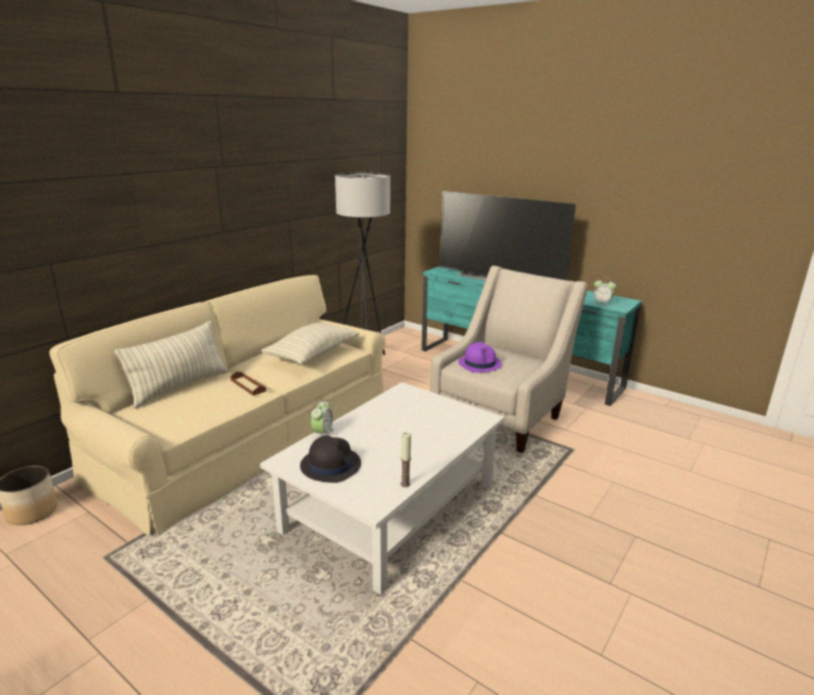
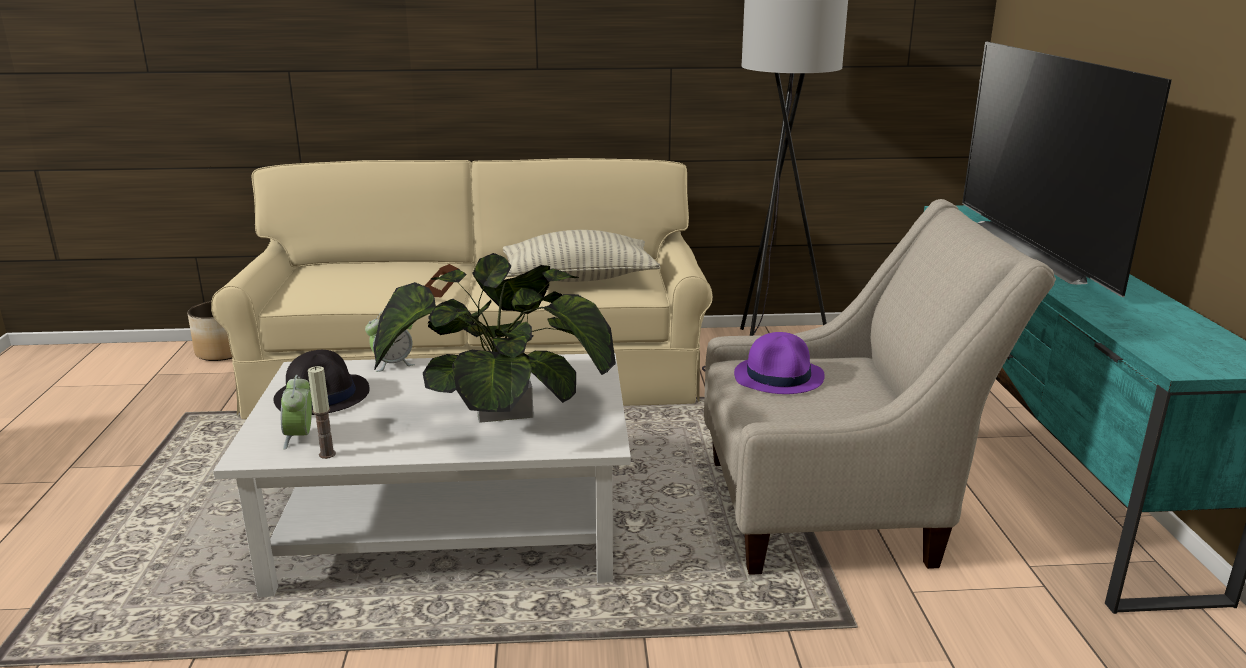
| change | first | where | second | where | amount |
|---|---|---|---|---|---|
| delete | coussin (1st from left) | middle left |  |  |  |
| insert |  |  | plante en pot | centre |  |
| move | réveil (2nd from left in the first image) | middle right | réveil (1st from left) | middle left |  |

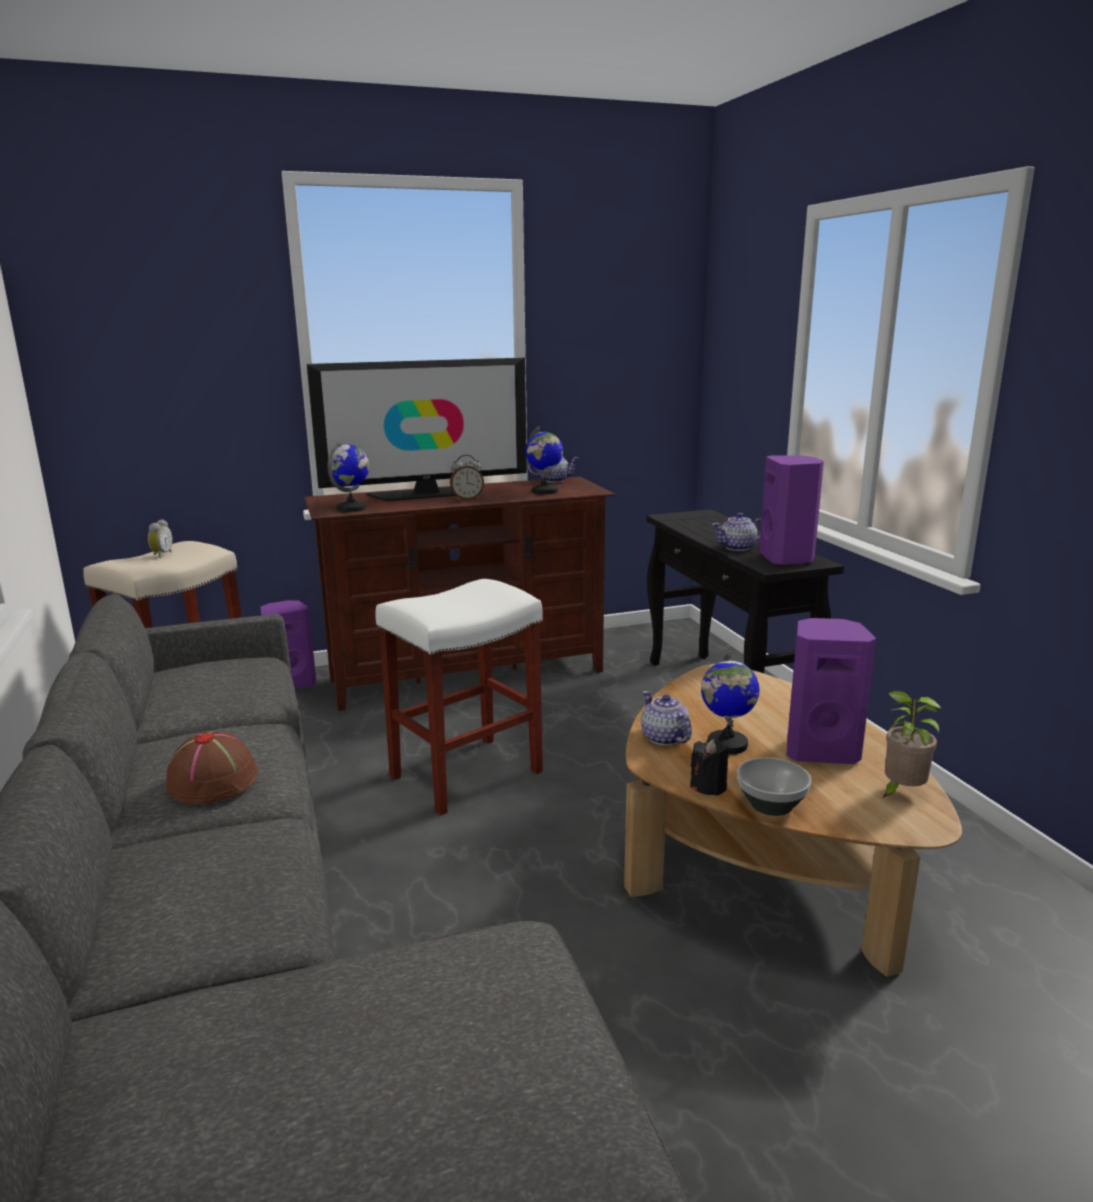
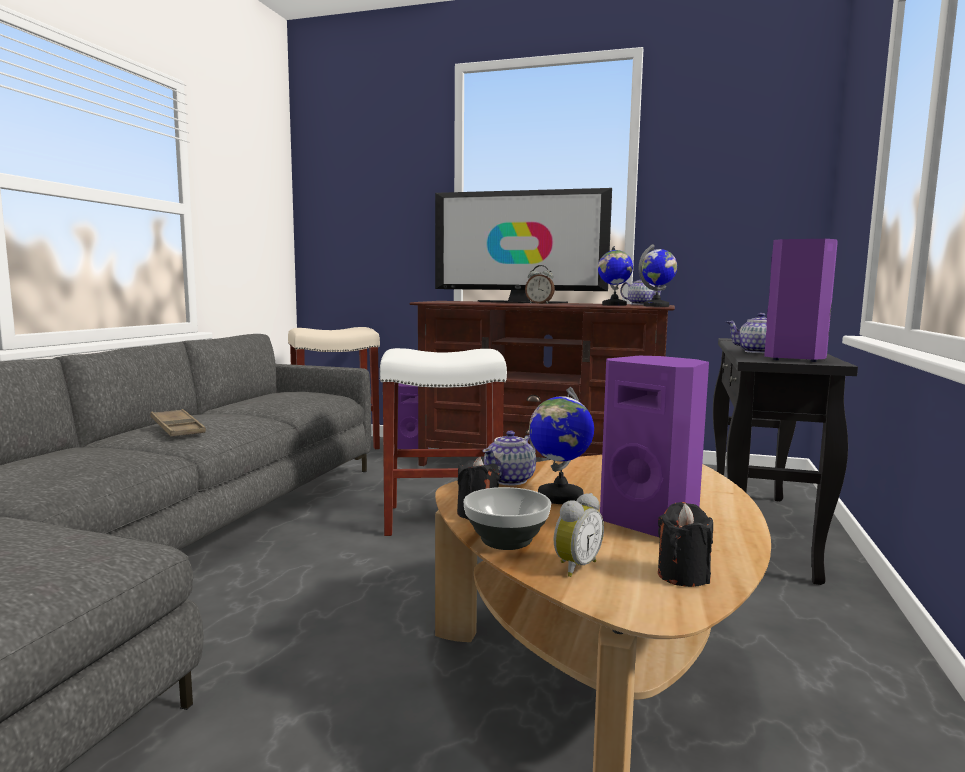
| change | first | where | second | where | amount |
|---|---|---|---|---|---|
| move | réveil (1st from left in the first image) | middle left | réveil (2nd from left) | bottom centre |  |
| move | globe (1st from left in the first image) | middle left | globe (3rd from left) | middle right |  |
| replace | chapeau/marron | middle left | plateau/marron | middle left |  |
| replace | plante en pot | middle right | bougie/noir (2nd from left) | bottom right |  |
| rotate | théière (2nd from left in the first image) | centre | théière (1st from left) | centre | 150 degrees counterclockwise |

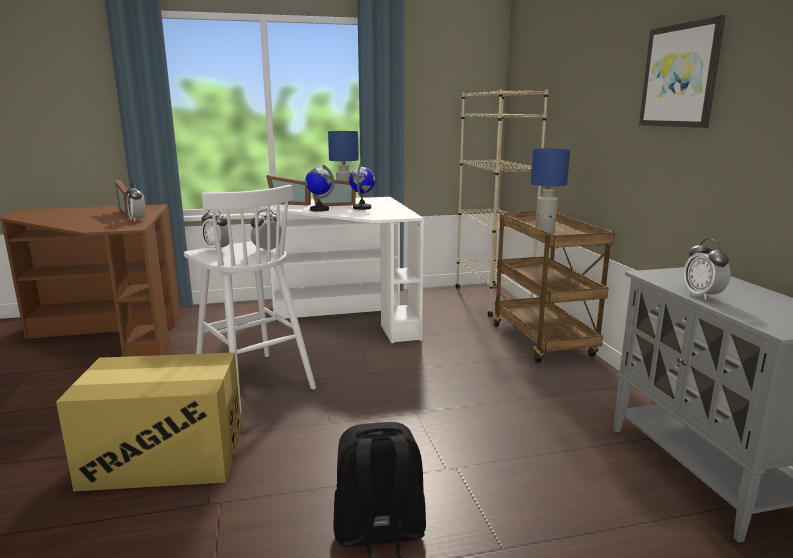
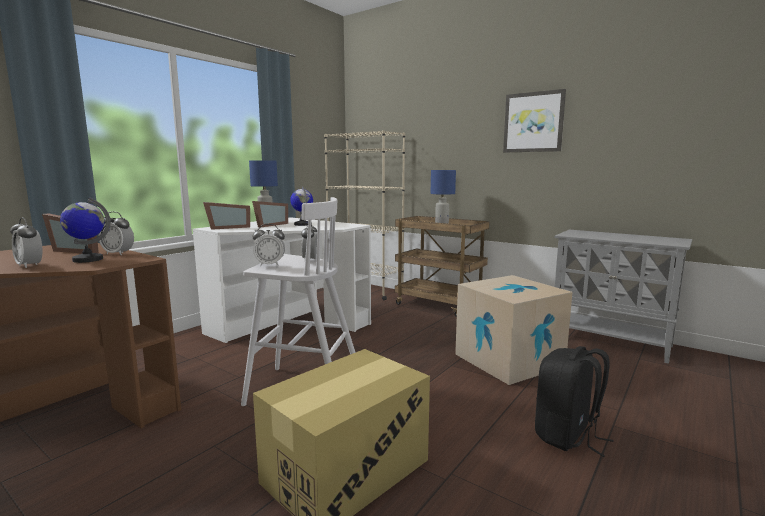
| change | first | where | second | where | amount |
|---|---|---|---|---|---|
| insert |  |  | carton (2nd from left) | middle right |  |
| move | globe (1st from left) | centre |  | middle left |  |
| move | réveil (4th from left in the first image) | middle right | réveil (1st from left) | middle left |  |

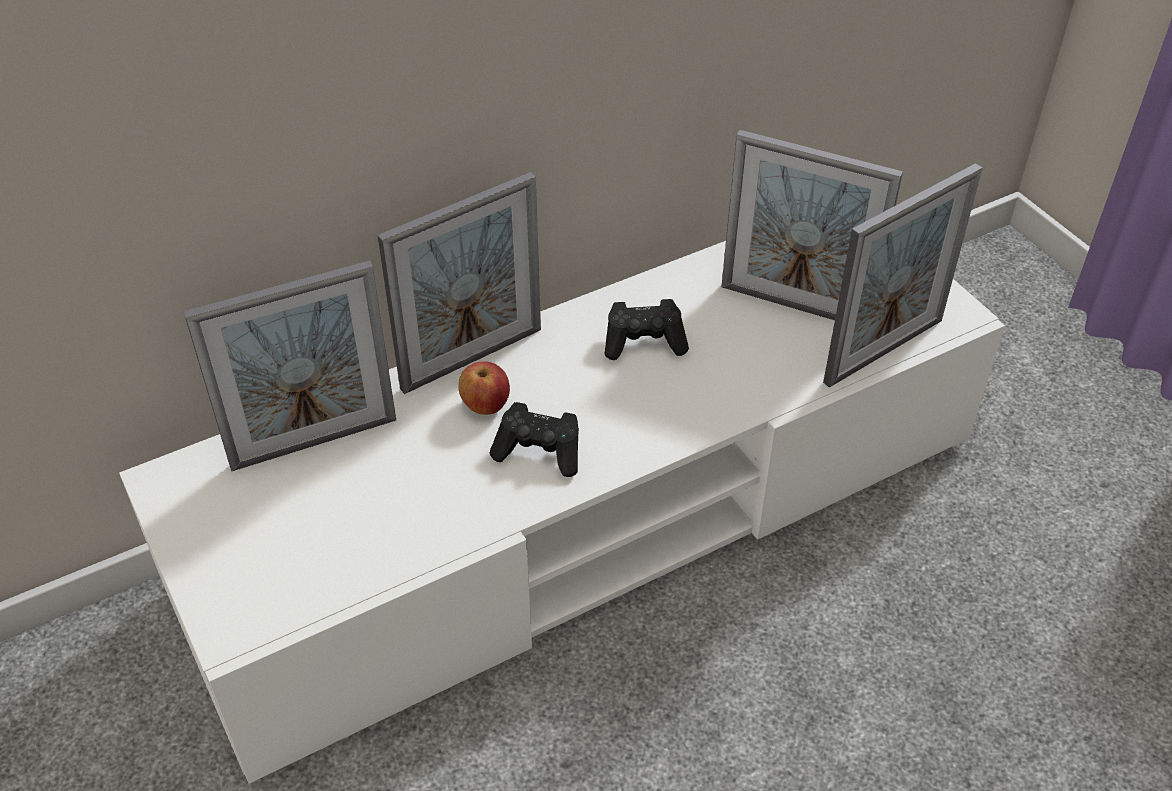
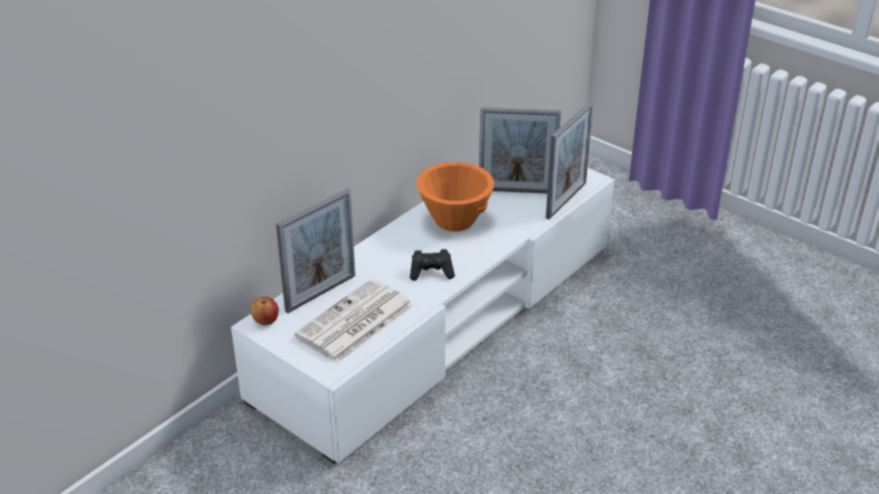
| change | first | where | second | where | amount |
|---|---|---|---|---|---|
| delete | cadre photo (2nd from left) | centre |  |  |  |
| insert |  |  | journal | centre |  |
| move | pomme | centre |  | middle left |  |
| replace | manette/noir (2nd from left) | centre | bol/orange | centre |  |

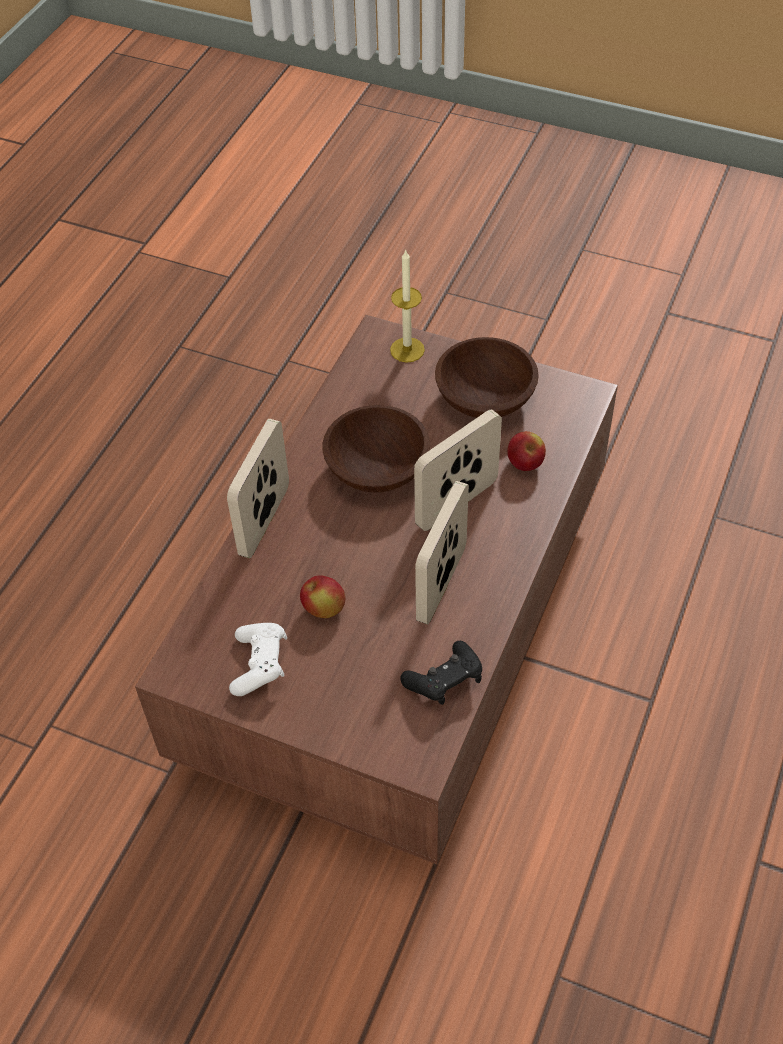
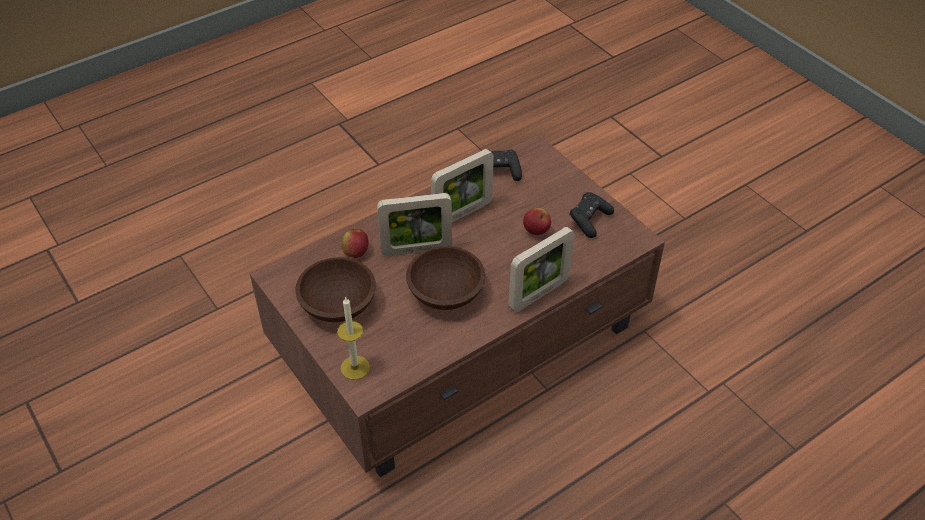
| change | first | where | second | where | amount |
|---|---|---|---|---|---|
| recolor | manette/blanc | middle left | manette/noir (2nd from left) | centre |  |

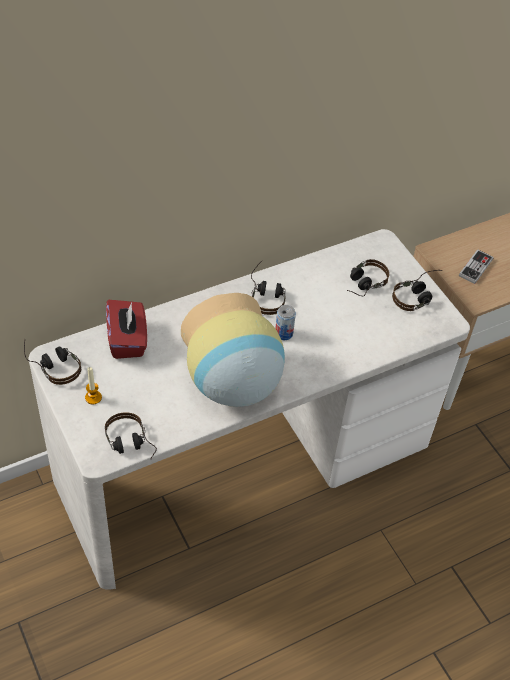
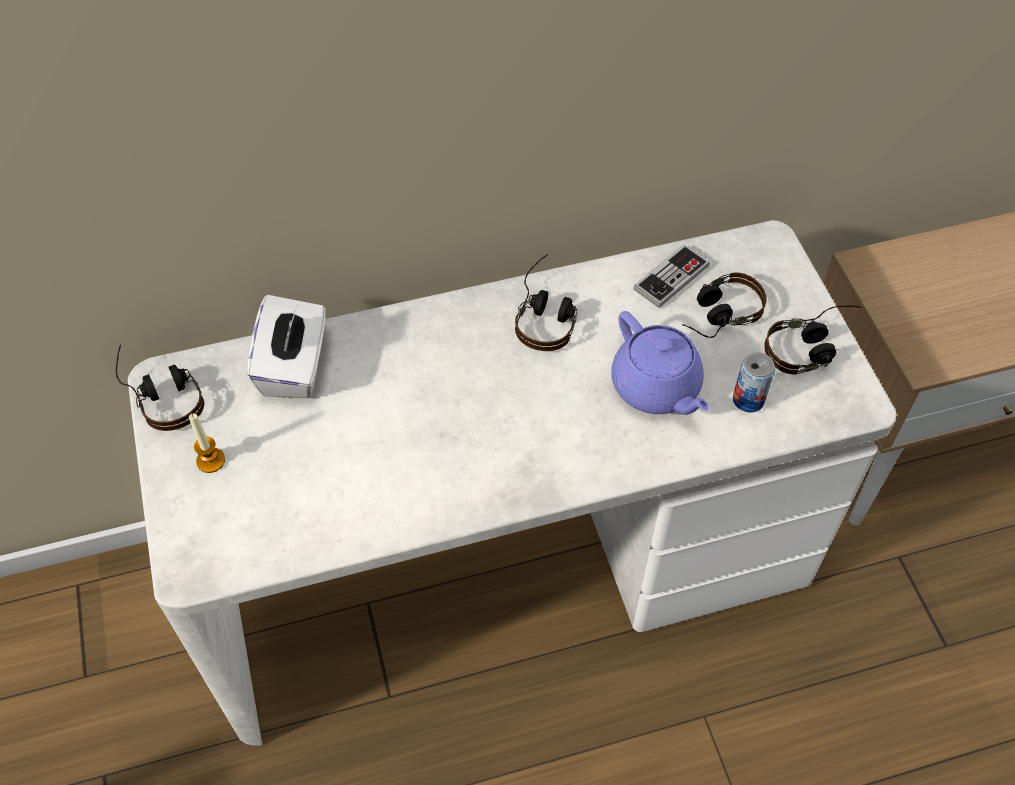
| change | first | where | second | where | amount |
|---|---|---|---|---|---|
| delete | casque audio (2nd from left) | middle left |  |  |  |
| delete | vase | centre |  |  |  |
| insert |  |  | théière/violet | centre |  |
| move | boîte métallique | centre |  | middle right |  |
| move | manette | middle right |  | centre |  |
| recolor | boîte à mouchoirs/rouge | middle left | boîte à mouchoirs/blanc | middle left |  |

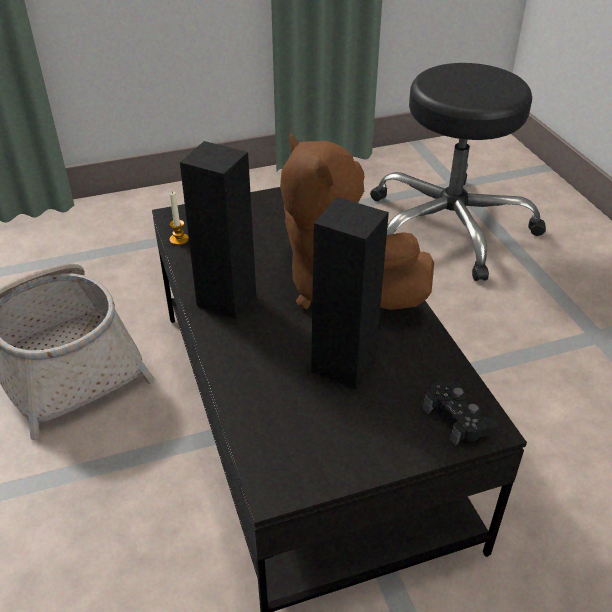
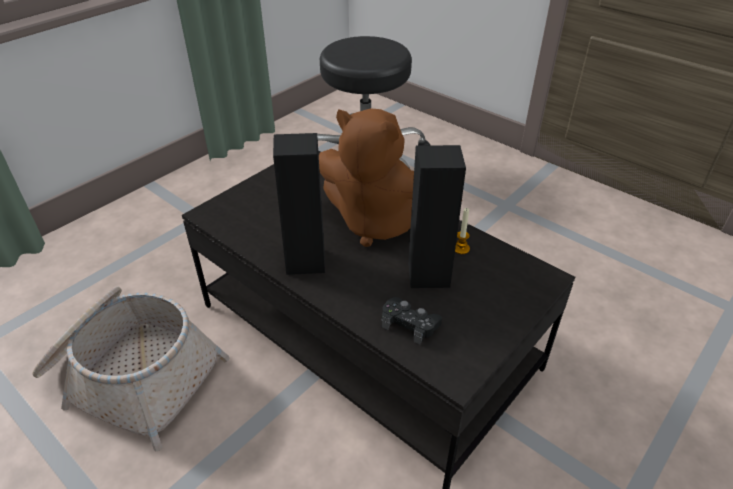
| change | first | where | second | where | amount |
|---|---|---|---|---|---|
| move | bougie | middle left |  | centre |  |
| move | manette/noir | bottom right |  | centre |  |

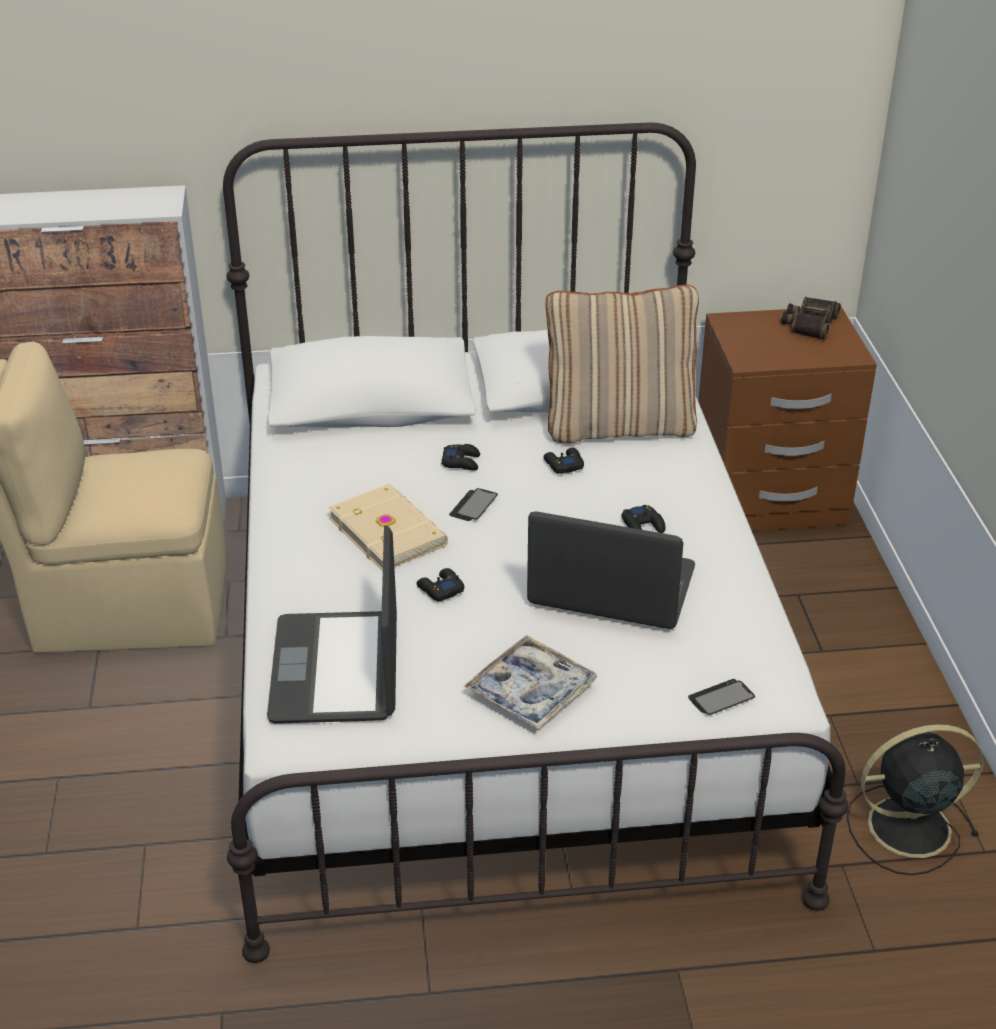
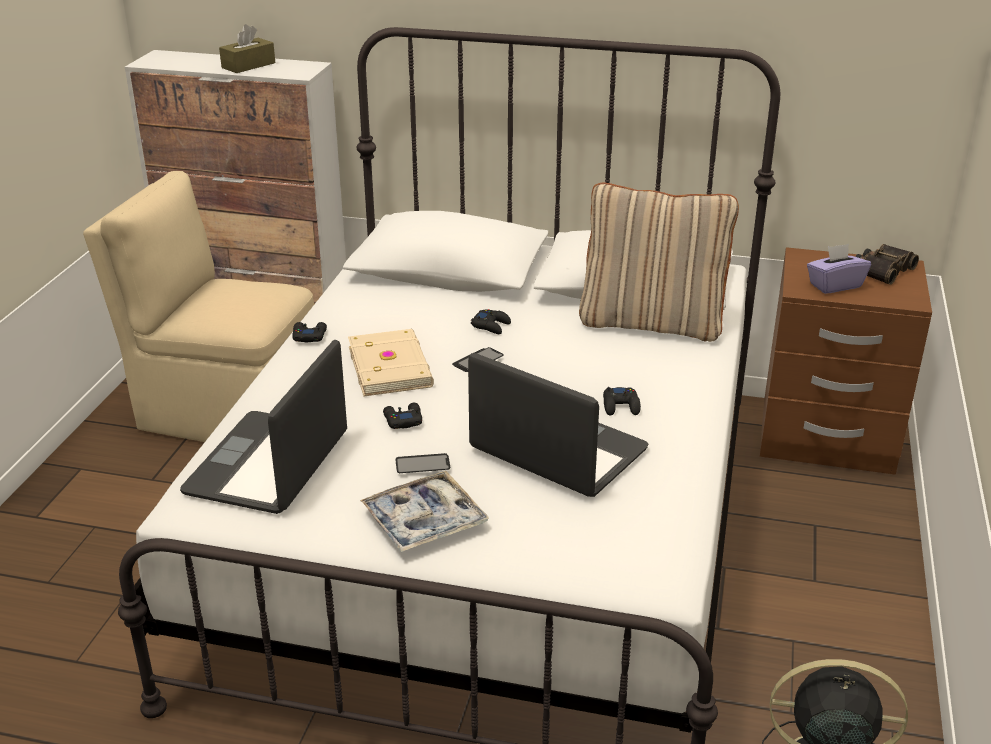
| change | first | where | second | where | amount |
|---|---|---|---|---|---|
| insert |  |  | boîte à mouchoirs/marron | top left |  |
| insert |  |  | boîte à mouchoirs/violet | middle right |  |
| move | manette/noir (3rd from left in the first image) | centre | manette/noir (1st from left) | middle left |  |
| move | téléphone (2nd from left in the first image) | bottom right | téléphone (1st from left) | centre |  |

